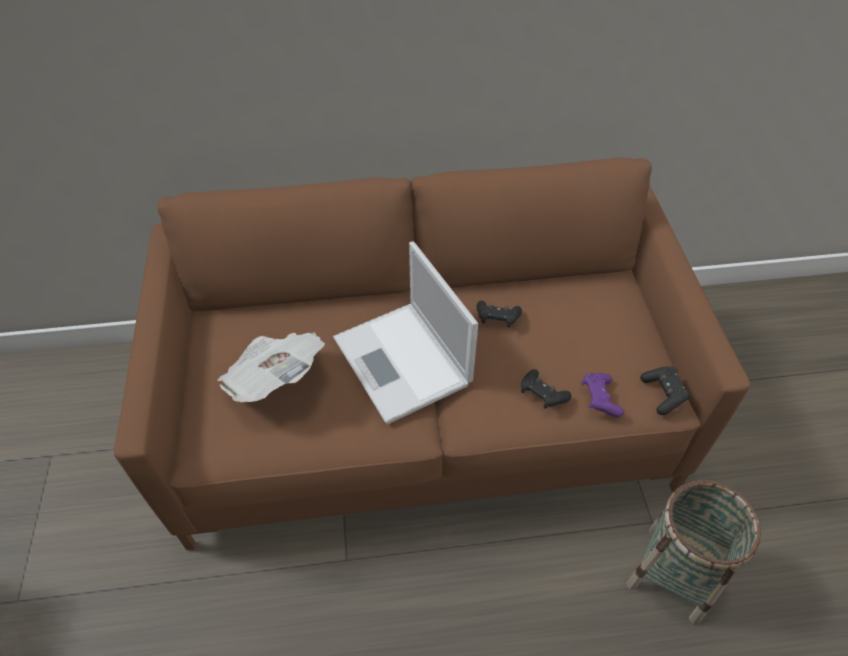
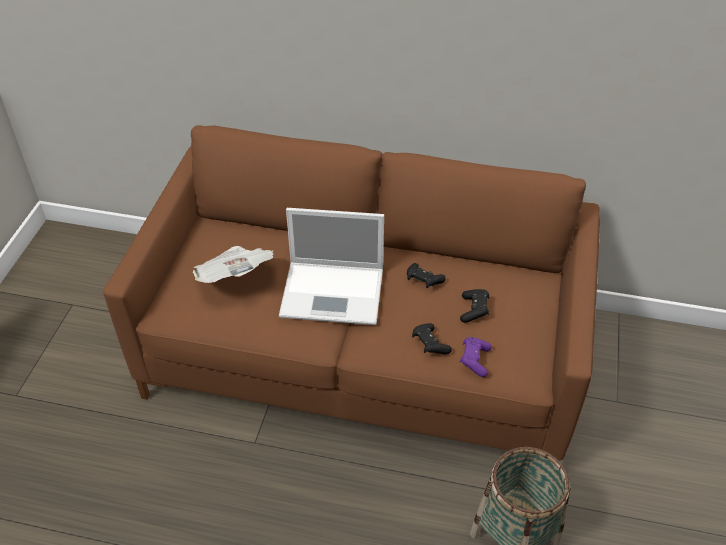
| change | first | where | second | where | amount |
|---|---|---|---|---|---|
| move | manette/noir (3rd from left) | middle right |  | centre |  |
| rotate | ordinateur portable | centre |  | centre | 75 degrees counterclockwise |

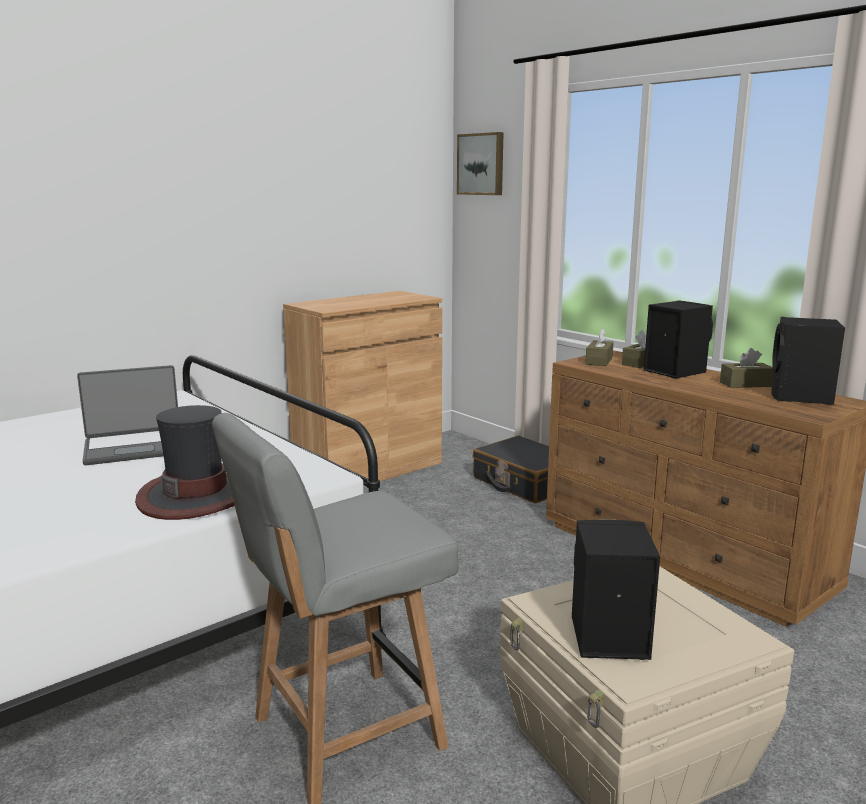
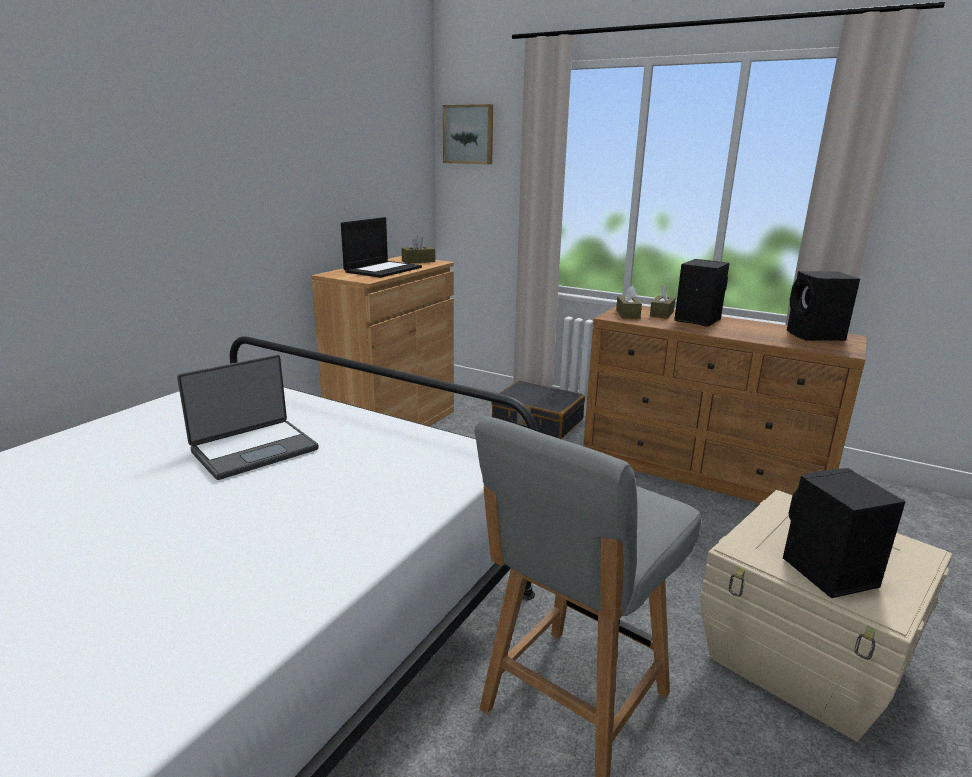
| change | first | where | second | where | amount |
|---|---|---|---|---|---|
| delete | chapeau | middle left |  |  |  |
| insert |  |  | ordinateur portable (2nd from left) | top centre |  |
| move | boîte à mouchoirs/marron (3rd from left in the first image) | middle right | boîte à mouchoirs/marron (1st from left) | top centre |  |

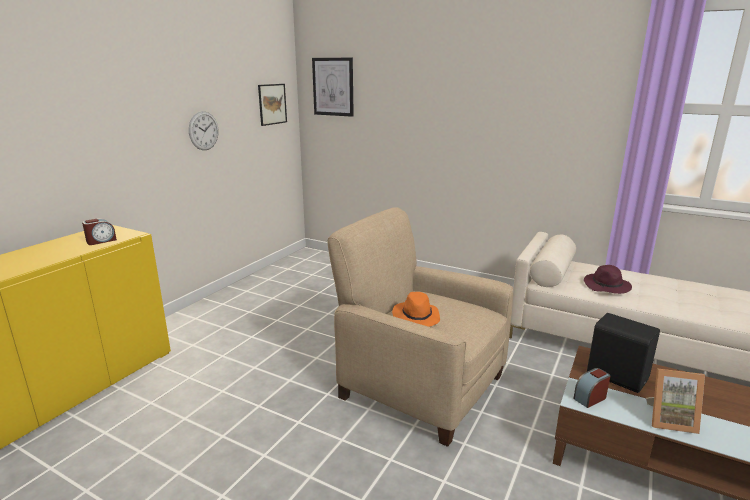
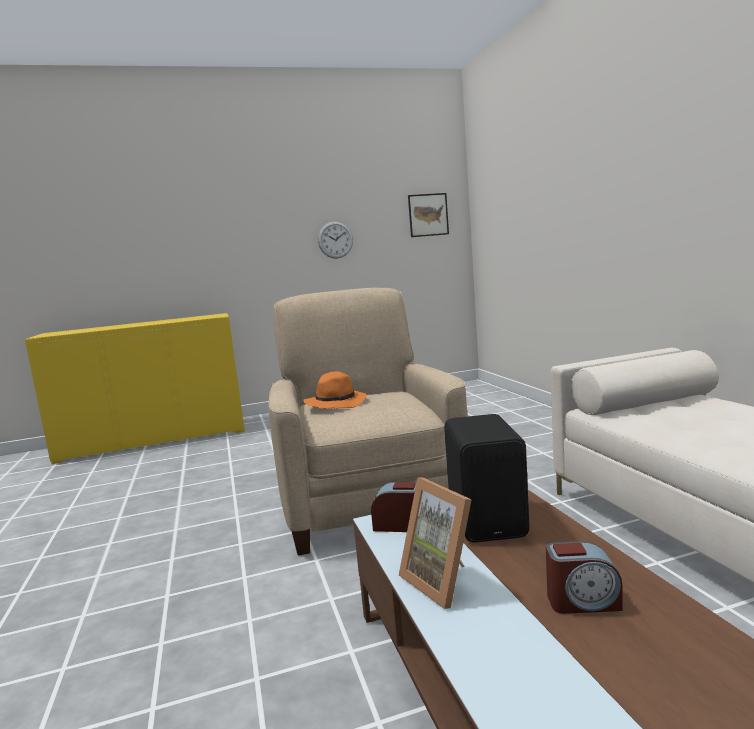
| change | first | where | second | where | amount |
|---|---|---|---|---|---|
| delete | tableau (2nd from left) | top centre |  |  |  |
| delete | chapeau/violet | middle right |  |  |  |
| move | réveil (1st from left in the first image) | middle left | réveil (2nd from left) | bottom right |  |

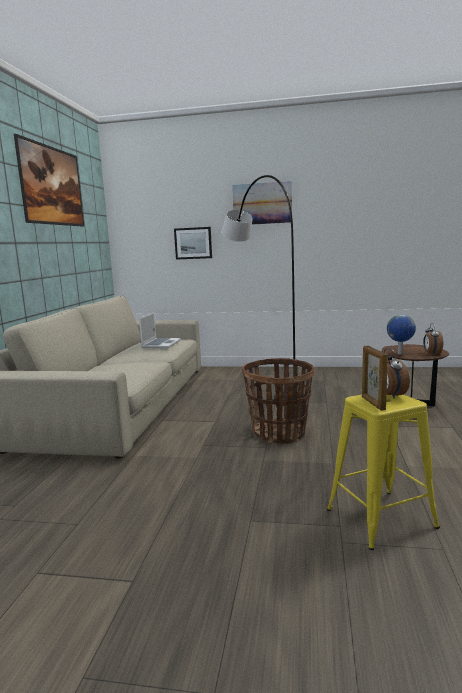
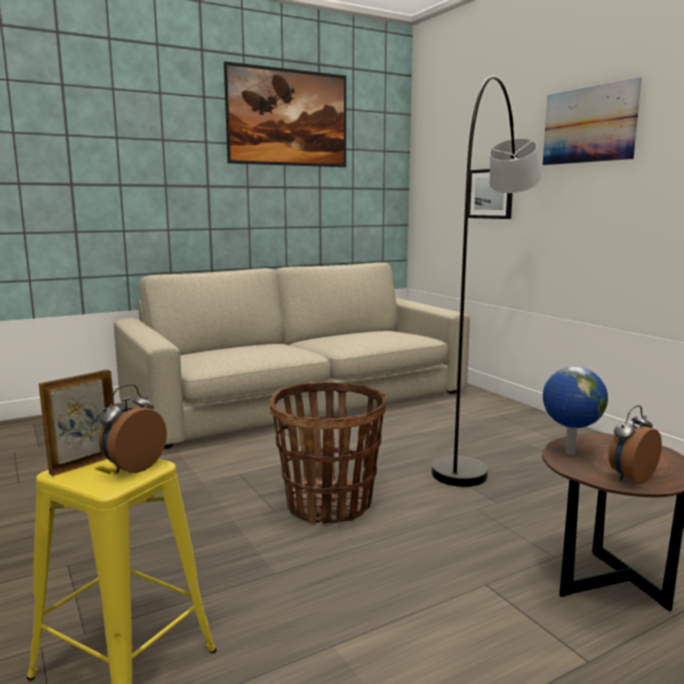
| change | first | where | second | where | amount |
|---|---|---|---|---|---|
| delete | ordinateur portable | centre |  |  |  |

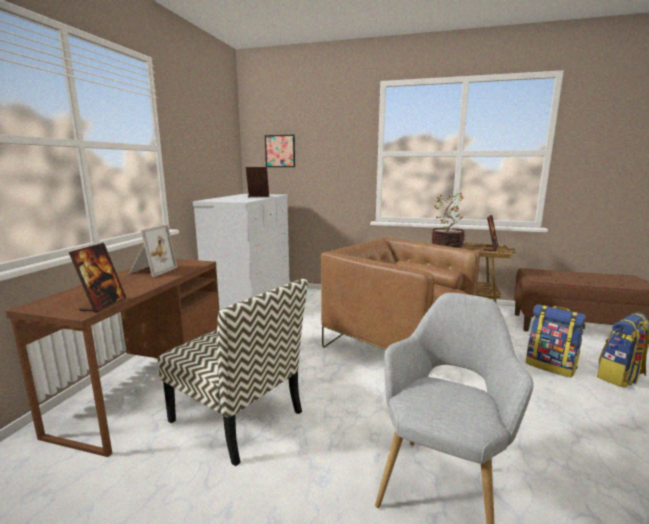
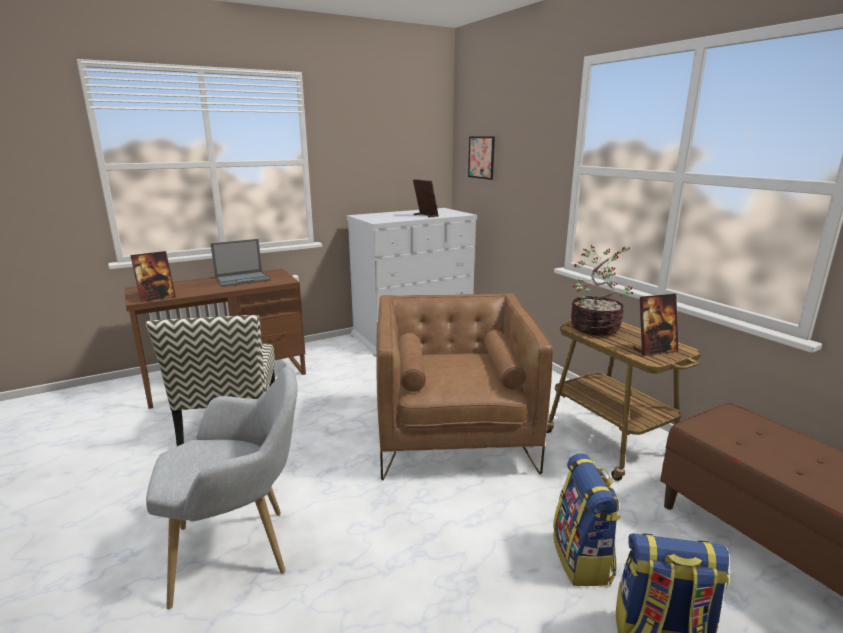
| change | first | where | second | where | amount |
|---|---|---|---|---|---|
| replace | cadre photo (2nd from left) | middle left | ordinateur portable | middle left |  |

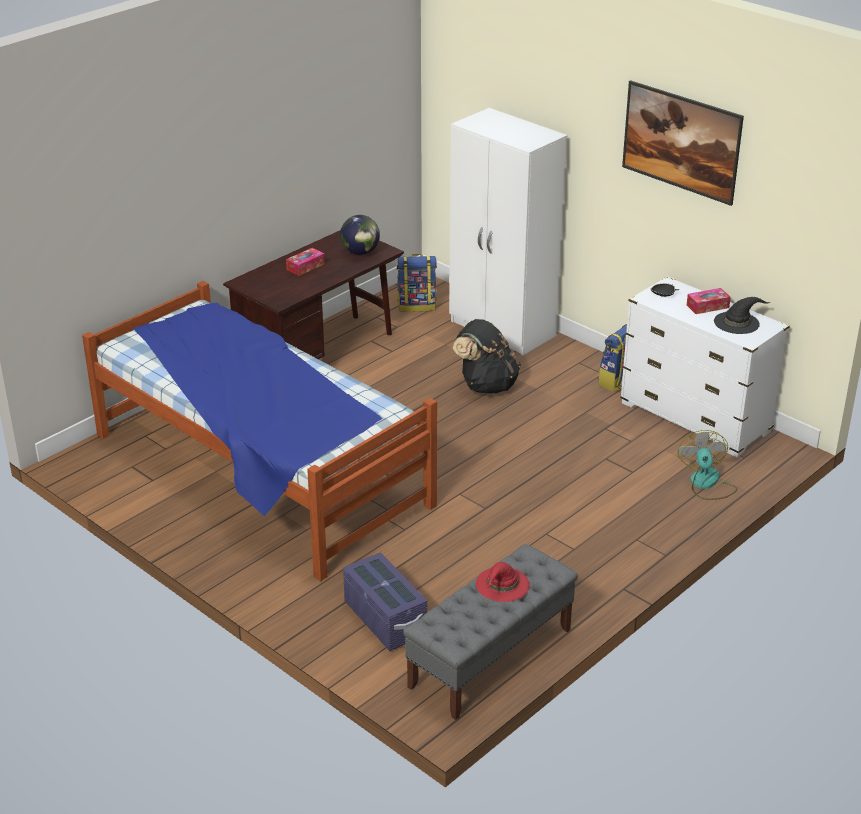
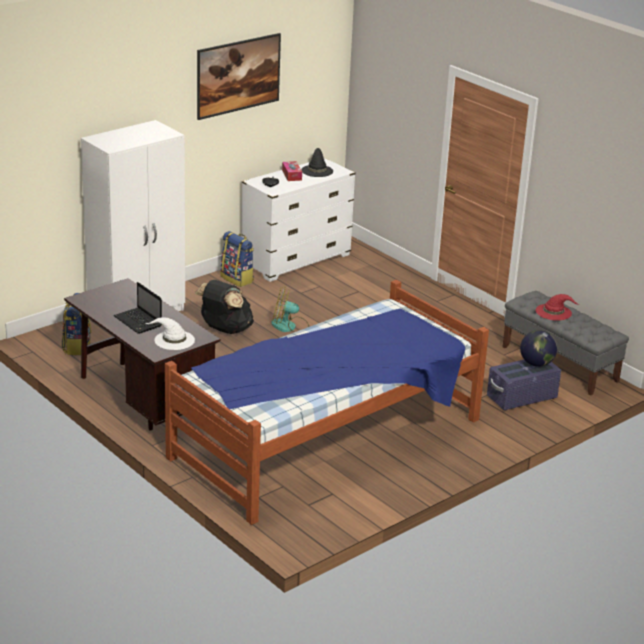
| change | first | where | second | where | amount |
|---|---|---|---|---|---|
| insert |  |  | chapeau/blanc | middle left |  |
| move | globe | top centre |  | middle right |  |
| move | ventilateur | middle right |  | centre |  |
| replace | boîte à mouchoirs (1st from left) | top centre | ordinateur portable | middle left |  |

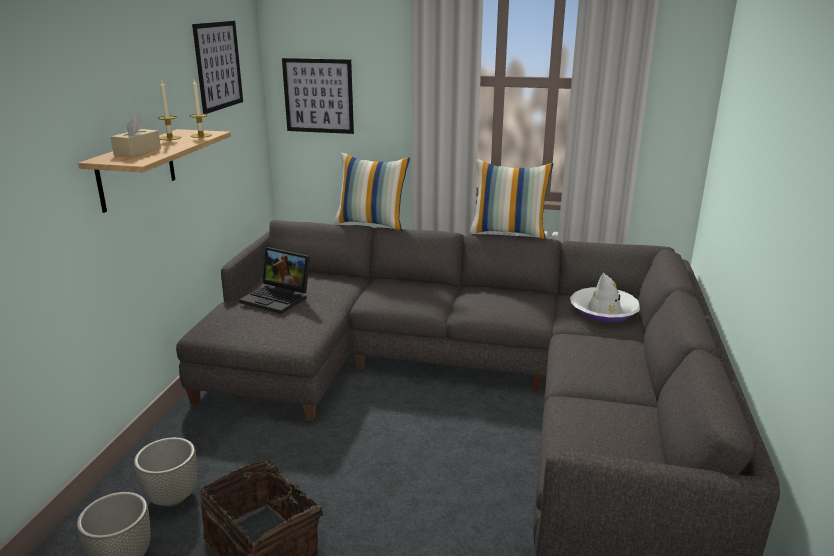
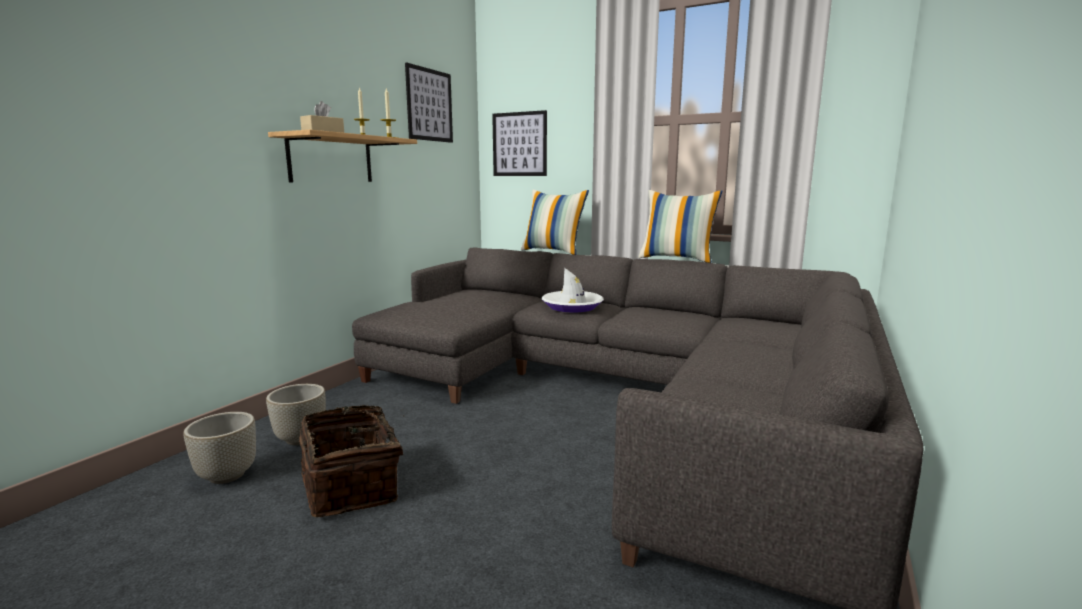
| change | first | where | second | where | amount |
|---|---|---|---|---|---|
| delete | ordinateur portable | middle left |  |  |  |
| move | chapeau/blanc | middle right |  | centre |  |

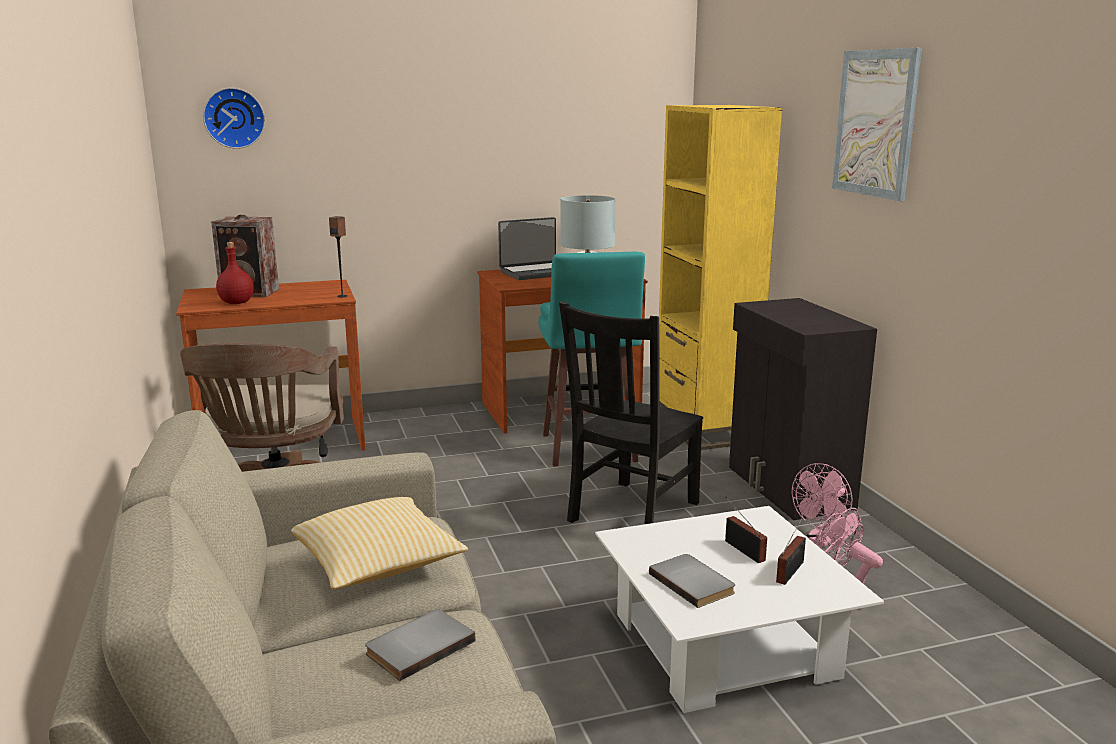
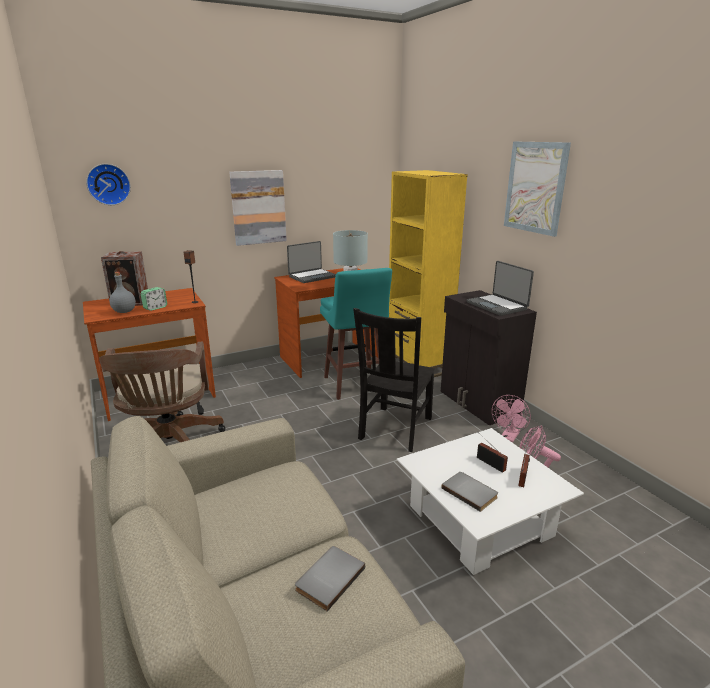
| change | first | where | second | where | amount |
|---|---|---|---|---|---|
| delete | coussin | bottom centre |  |  |  |
| insert |  |  | réveil | middle left |  |
| insert |  |  | tableau (1st from left) | top centre |  |
| insert |  |  | ordinateur portable (2nd from left) | middle right |  |
| recolor | bouteille/rouge | middle left | bouteille/gris | middle left |  |

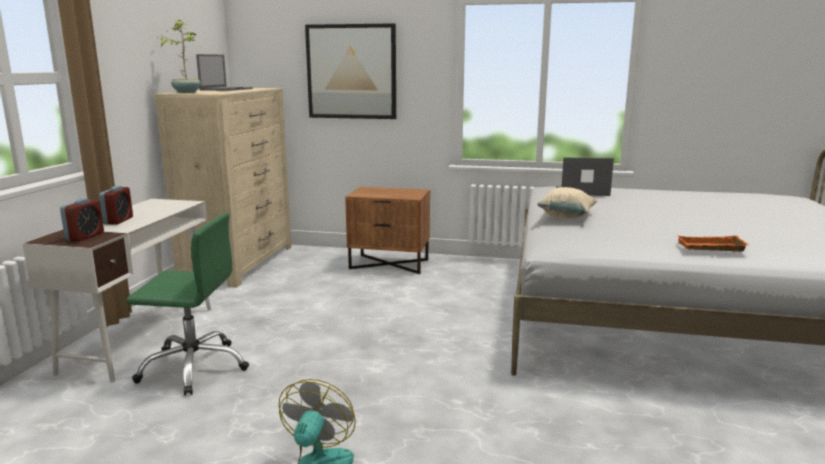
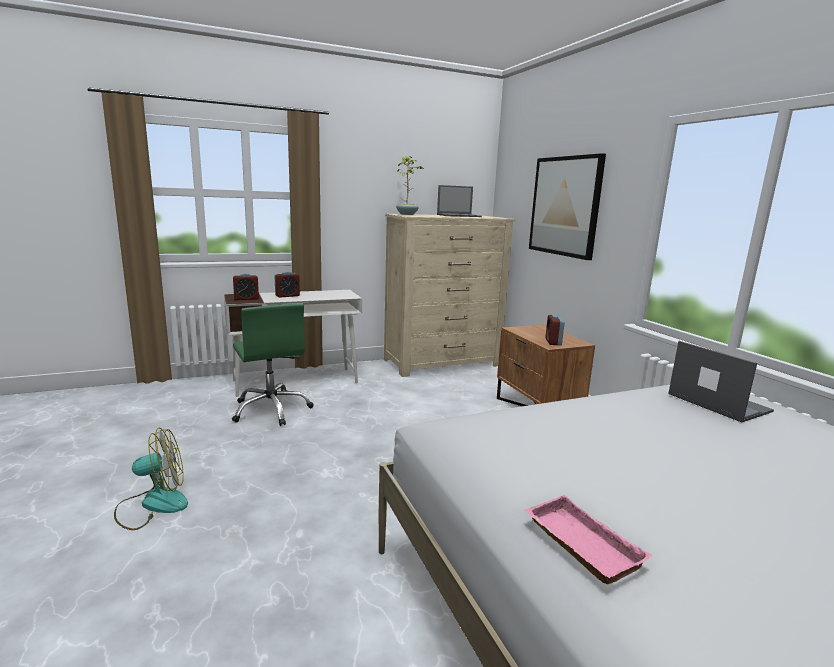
| change | first | where | second | where | amount |
|---|---|---|---|---|---|
| delete | coussin/beige | middle right |  |  |  |
| insert |  |  | réveil (3rd from left) | centre |  |
| recolor | plateau/orange | middle right | plateau/rose | bottom right |  |

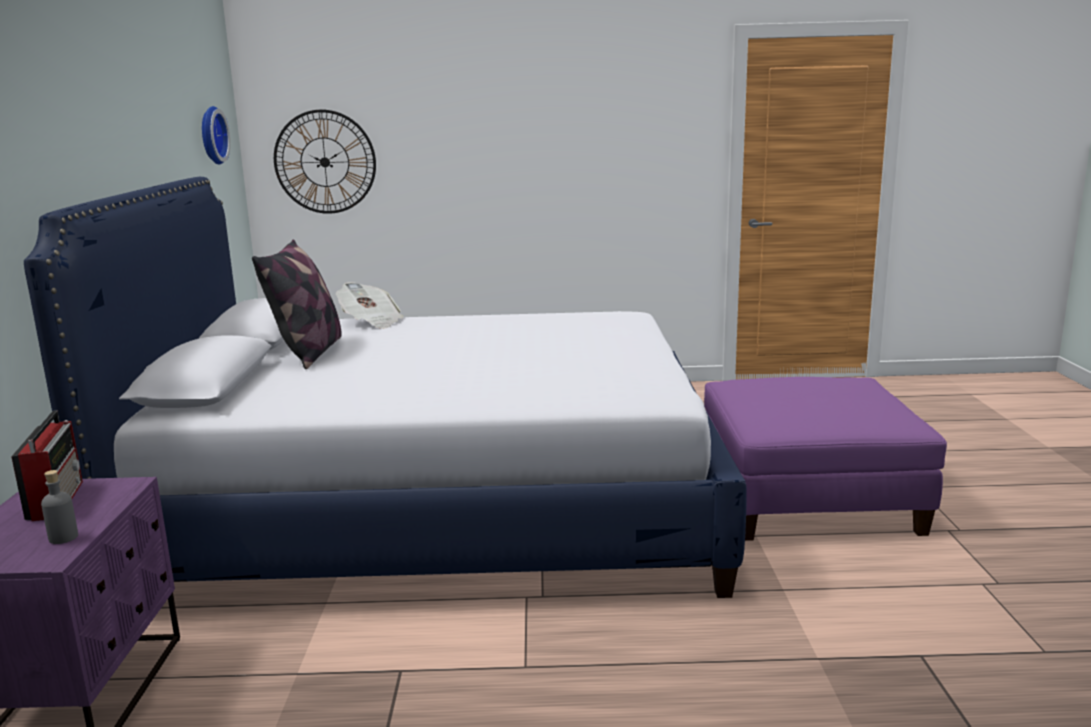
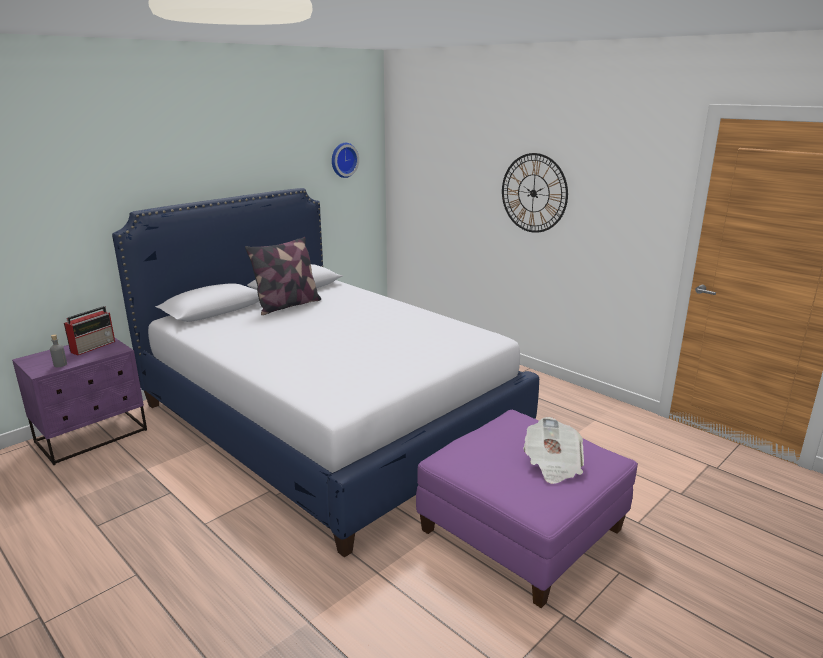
| change | first | where | second | where | amount |
|---|---|---|---|---|---|
| move | horloge murale (2nd from left) | top left |  | top centre |  |
| move | journal | centre |  | bottom right |  |

